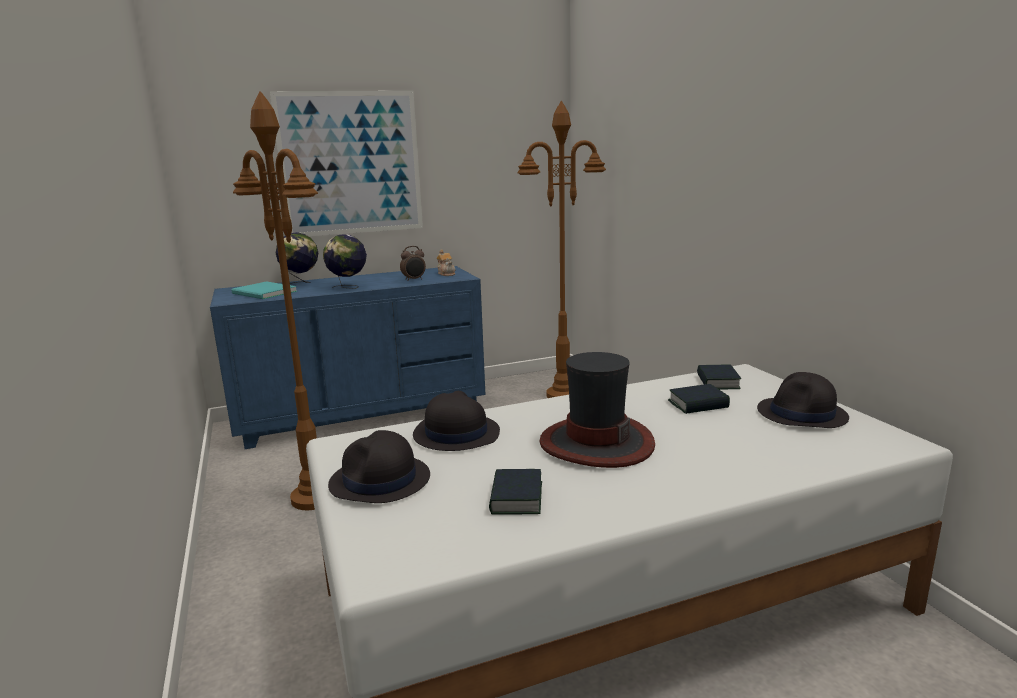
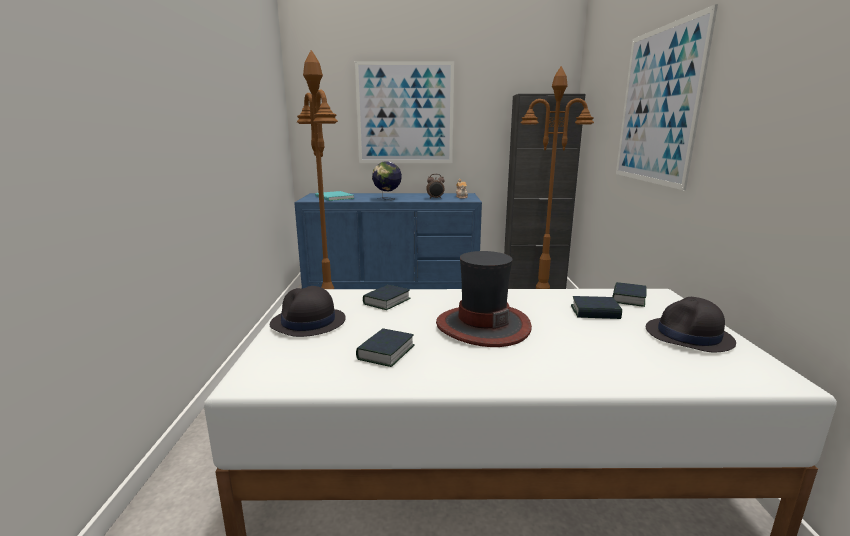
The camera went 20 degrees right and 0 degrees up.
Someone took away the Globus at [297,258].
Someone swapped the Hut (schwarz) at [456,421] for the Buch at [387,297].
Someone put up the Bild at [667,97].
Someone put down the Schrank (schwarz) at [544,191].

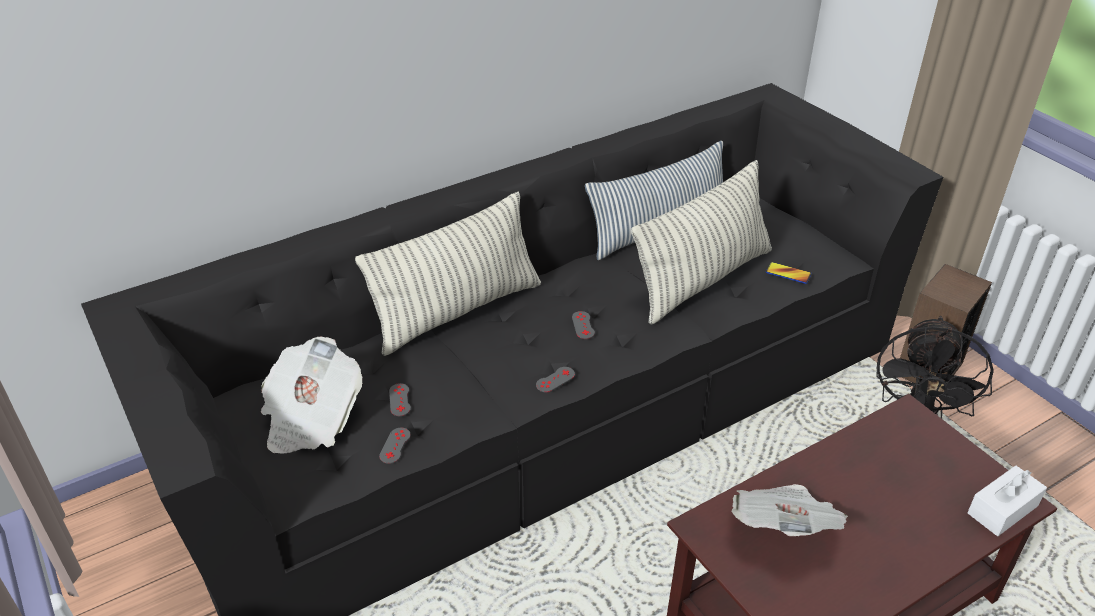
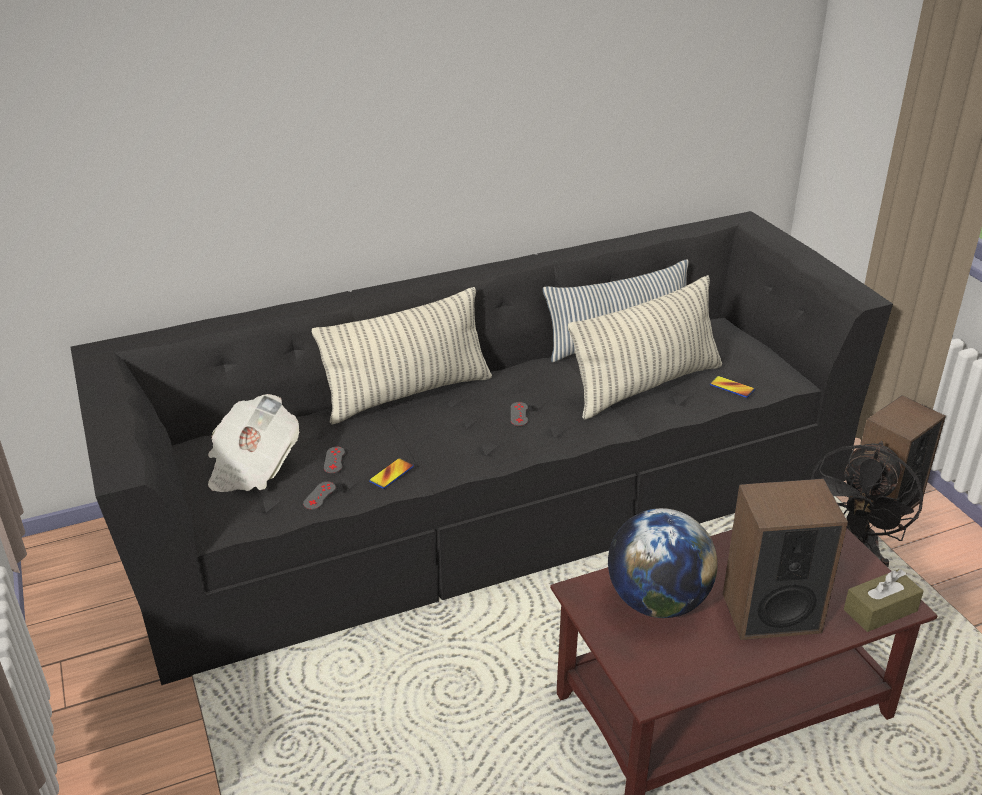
The camera went 10 degrees right and 5 degrees down.
Someone took away the Gamepad (grau) at [555,379].
Someone repainted the Taschentuchbox (weiß) at [1007,501], which became the Taschentuchbox (braun) at [884,600].
Someone swapped the Zeitung at [789,510] for the Globus at [663,563].
Someone put down the Handy at [391,473].
Someone put down the Lautsprecher at [785,559].

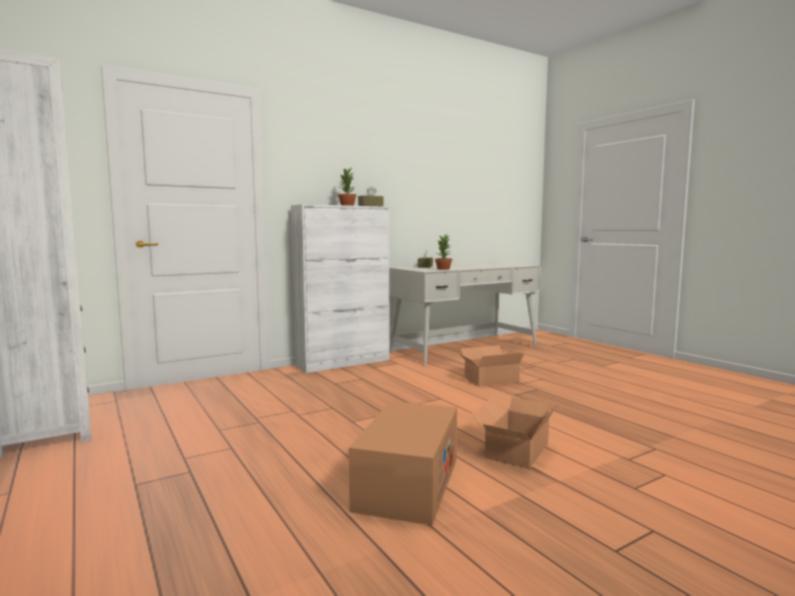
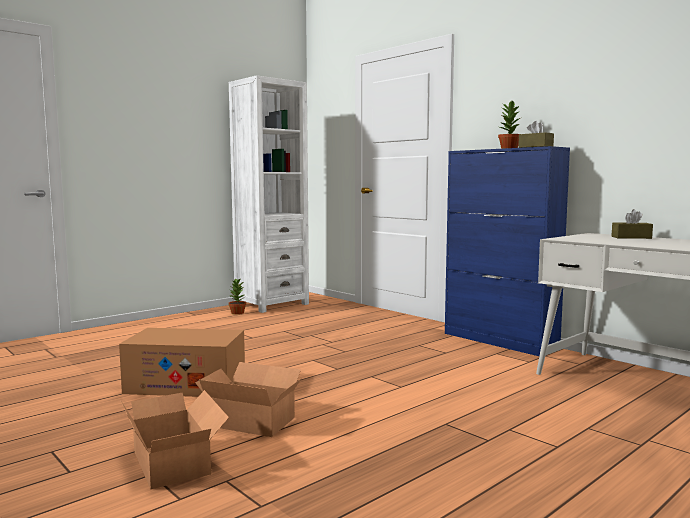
The camera went 80 degrees right and 0 degrees up.
Someone repainted the Schrank (weiß) at [340,288], which became the Schrank (blau) at [507,251].
Someone carried the Topfpflanze from [443,252] to [237,296].
Someone carried the Karton from [492,365] to [174,439].

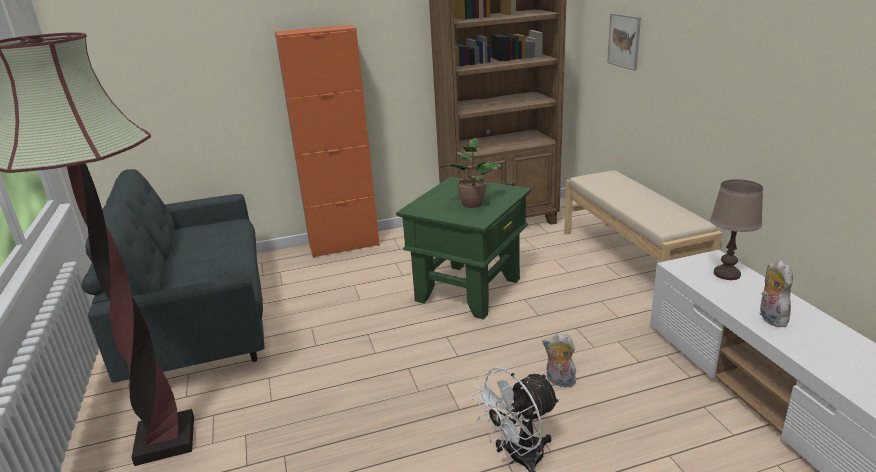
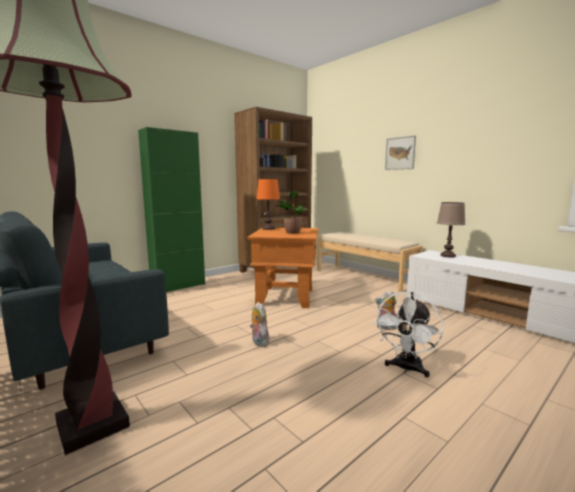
The camera went 25 degrees left and 15 degrees down.
Someone carried the Bild from [624,42] to [400,152].
Someone repainted the Schrank (orange) at [327,141], which became the Schrank (grün) at [171,209].
Someone repainted the Beistelltisch (grün) at [463,248], which became the Beistelltisch (orange) at [282,268].
Someone carried the Plüschtier from [776,293] to [260,324].
Someone put down the Tischlampe (orange) at [268,204].

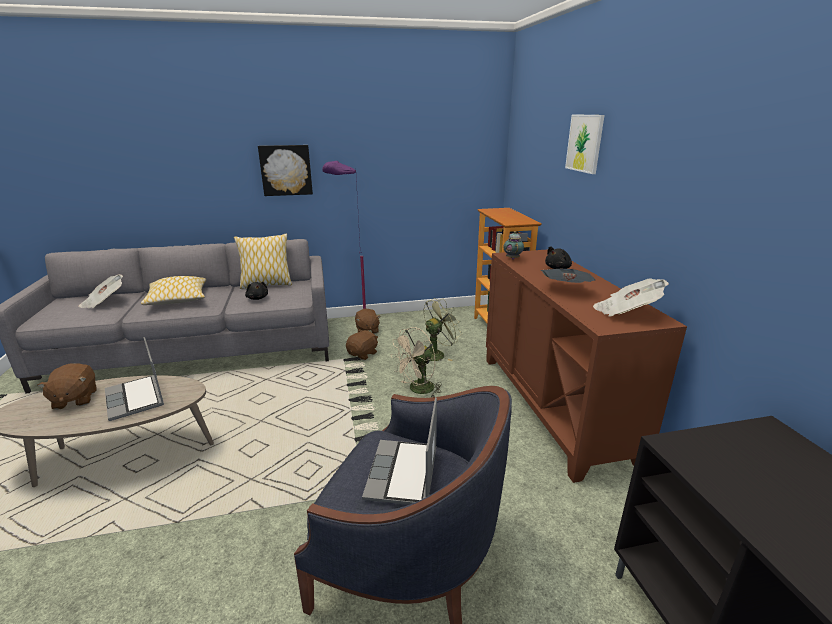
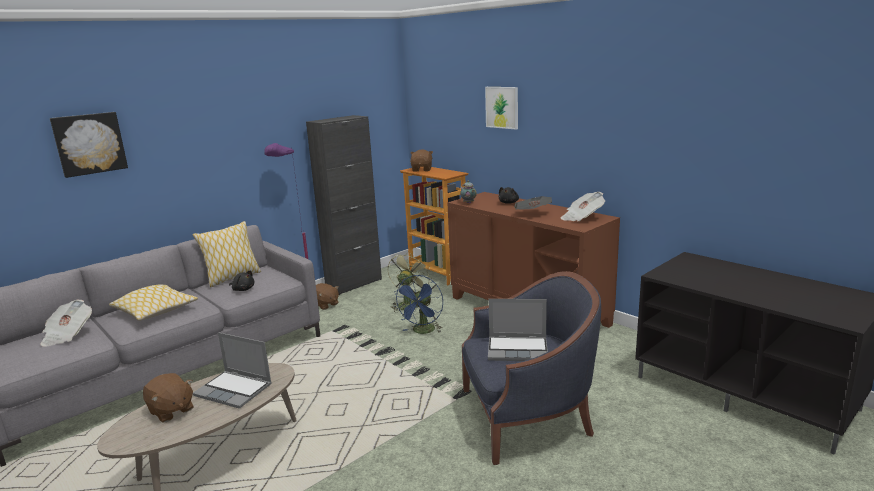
The camera went 30 degrees left and 5 degrees down.
Someone carried the Bild from [285,170] to [89,145].
Someone repainted the Ventilator (beige) at [416,362], which became the Ventilator (blau) at [418,304].
Someone carried the Plüschtier (braun) from [362,345] to [421,160].
Someone rotated the Laptop at [399,451] by 60 degrees counterclockwise.
Someone put down the Schrank (schwarz) at [344,205].

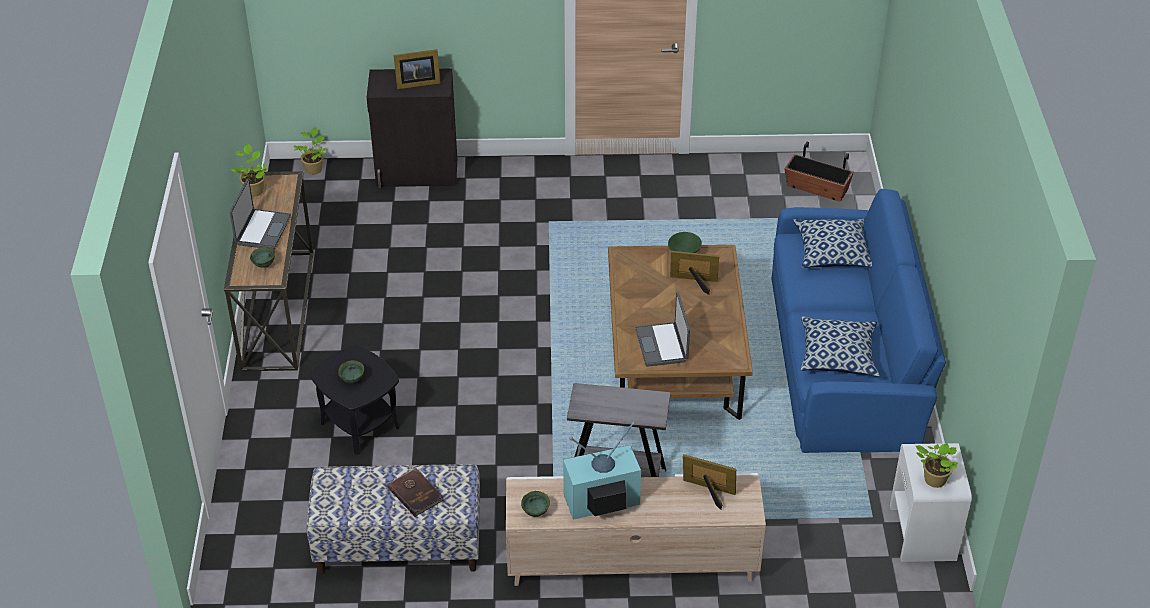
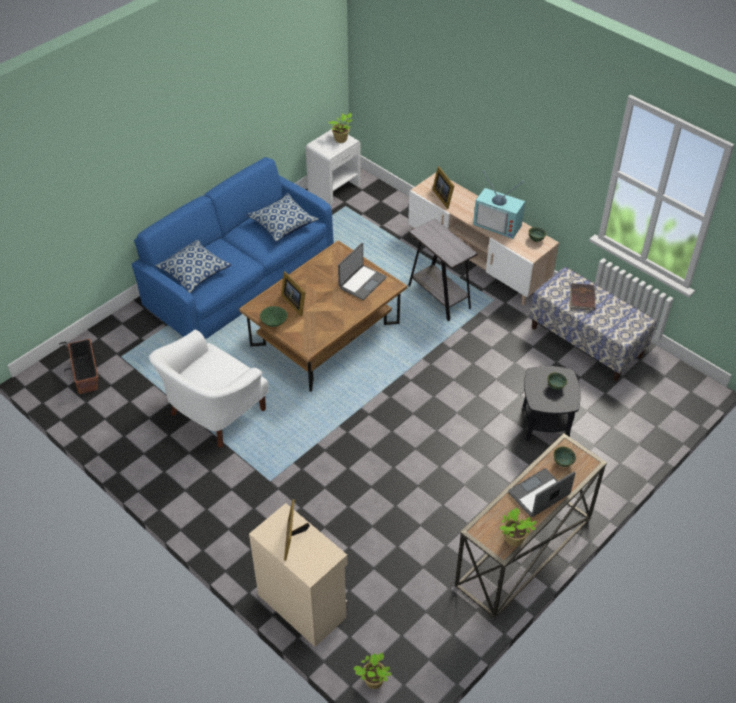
The camera went 135 degrees left and 5 degrees up.
Someone rotated the Bilderrahmen at [417,69] by 120 degrees counterclockwise.
Someone repainted the Schrank (schwarz) at [412,128], which became the Schrank (beige) at [298,575].
Someone put down the Sessel (weiß) at [209,388].

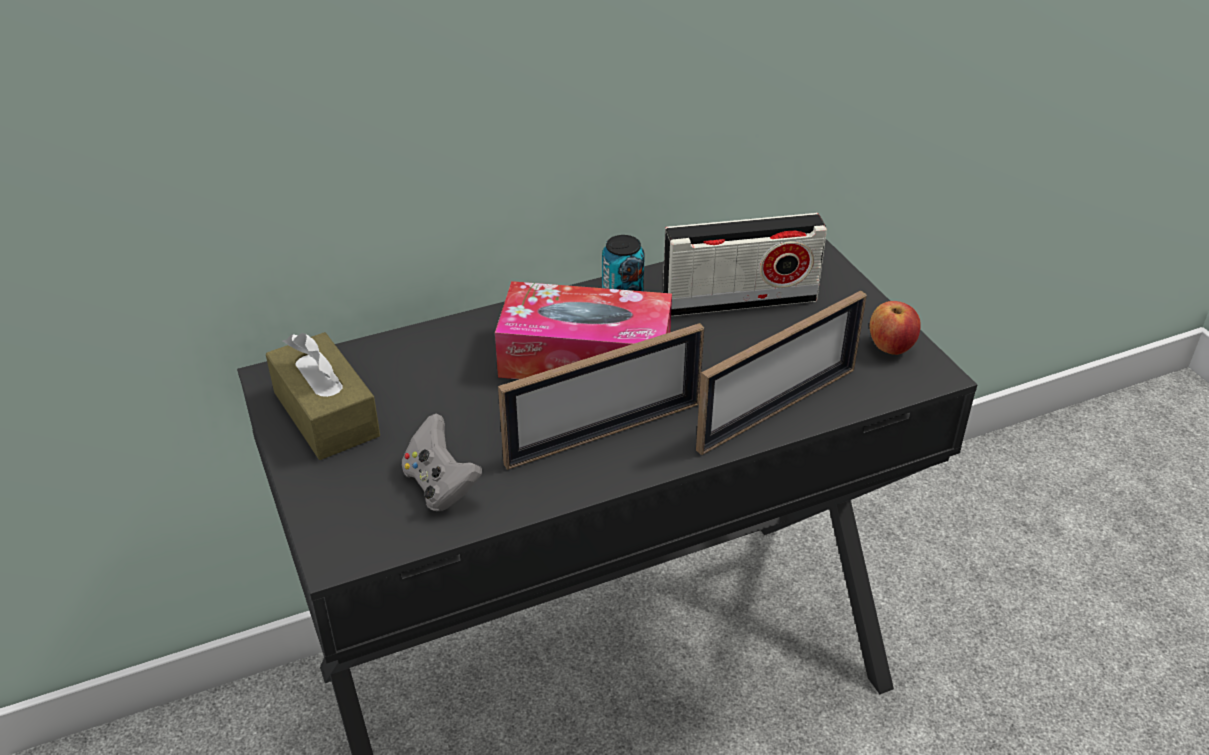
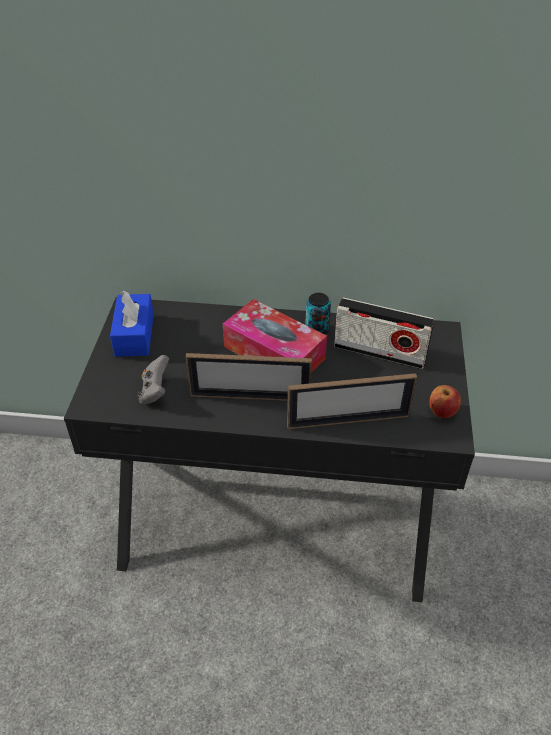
The camera went 30 degrees right and 5 degrees up.
Someone repainted the Taschentuchbox (braun) at [323,396], which became the Taschentuchbox (blau) at [132,324].

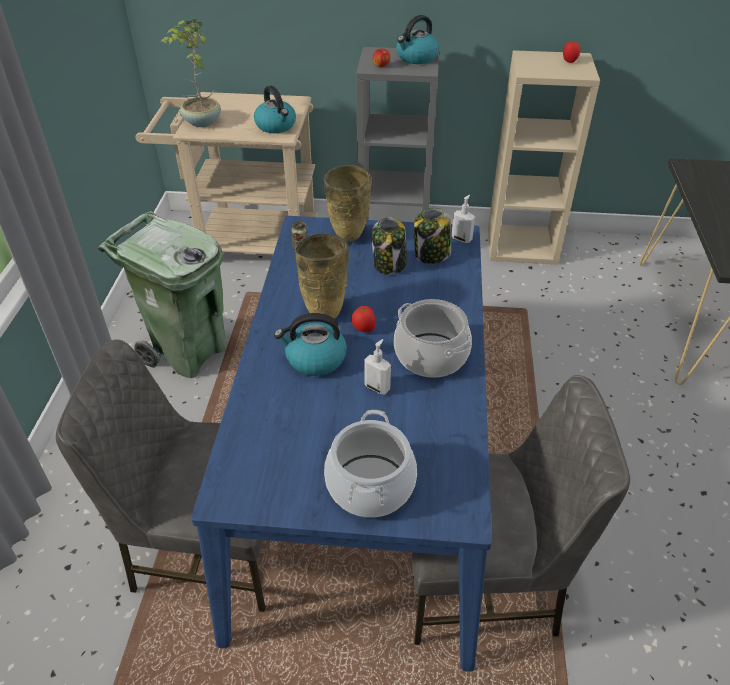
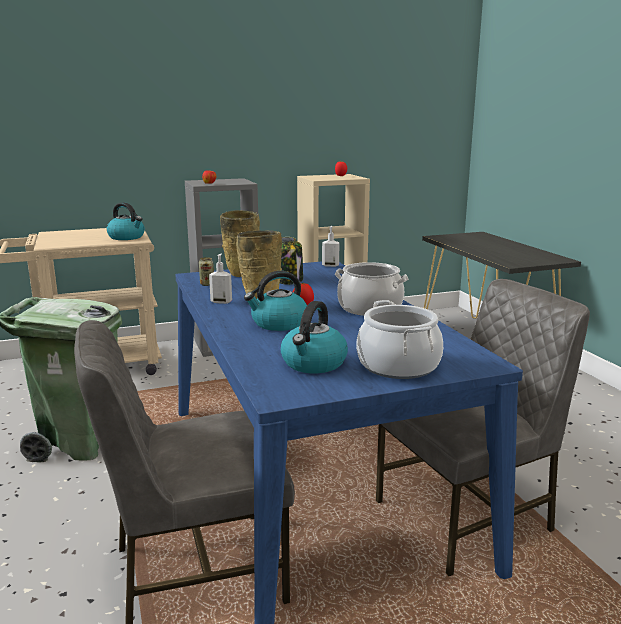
The camera went 25 degrees left and 25 degrees down.
Someone carried the Wasserkessel from [417,39] to [314,337].
Someone took away the Topfpflanze at [191,73].
Someone took away the Vorratsglas at [432,236].
Someone carried the Seifenspender from [377,367] to [220,278].

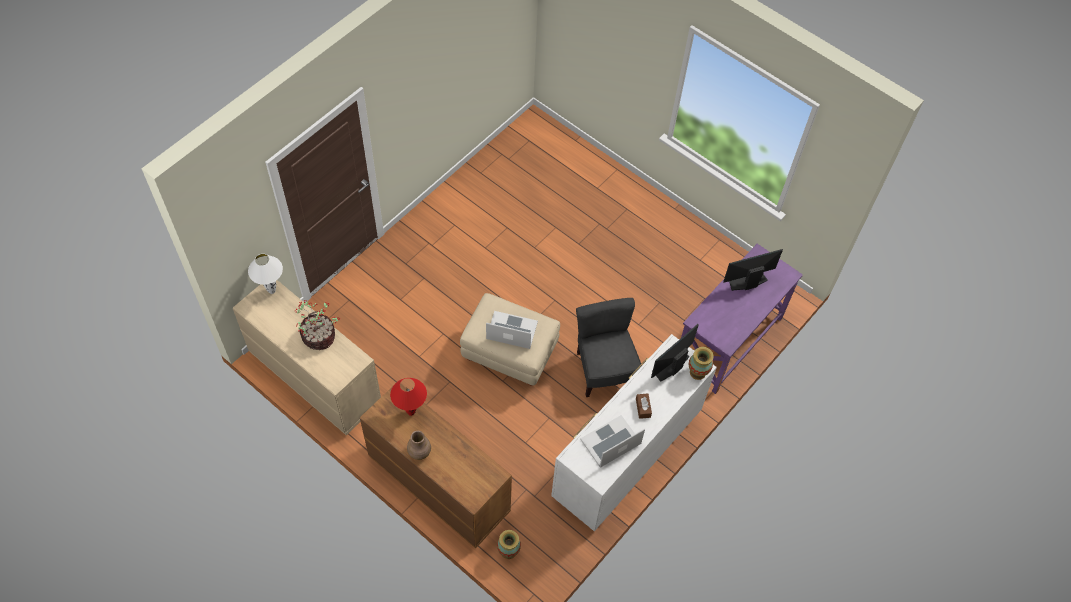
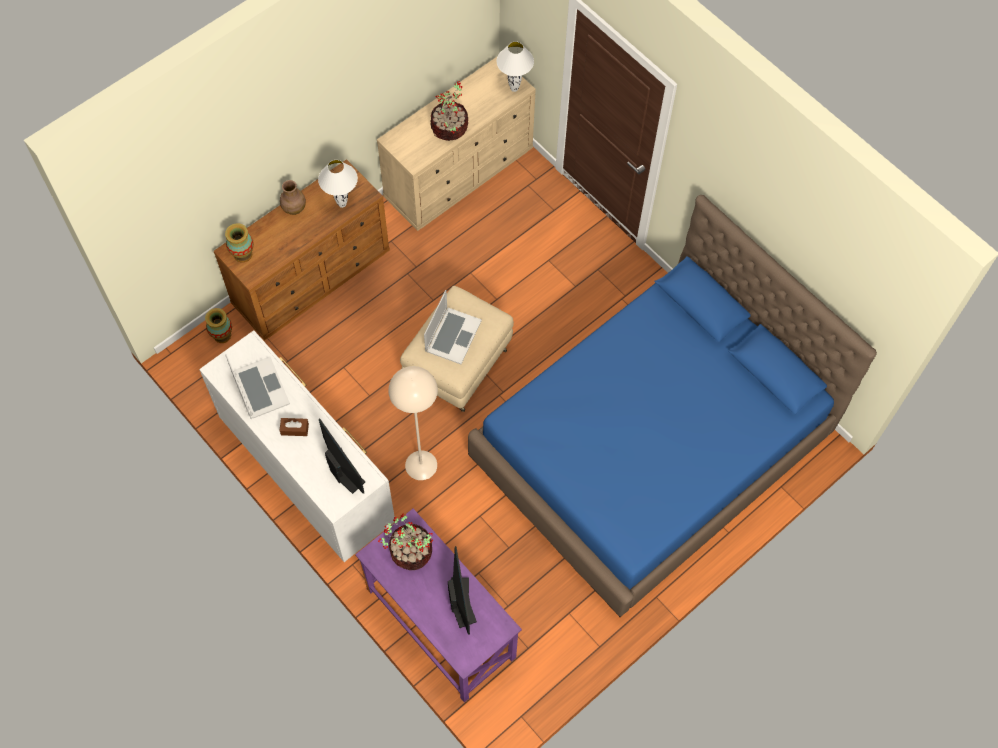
The camera went 100 degrees right and 5 degrees up.
Someone swapped the Stuhl (grau) at [608,347] for the Stehlampe (beige) at [413,423].
Someone carried the Vase from [701,363] to [239,243].
Someone repainted the Tischlampe (rot) at [408,397], which became the Tischlampe (weiß) at [338,184].
Someone put down the Bett (blau) at [672,406].
Someone put down the Topfpflanze at [405,542].

